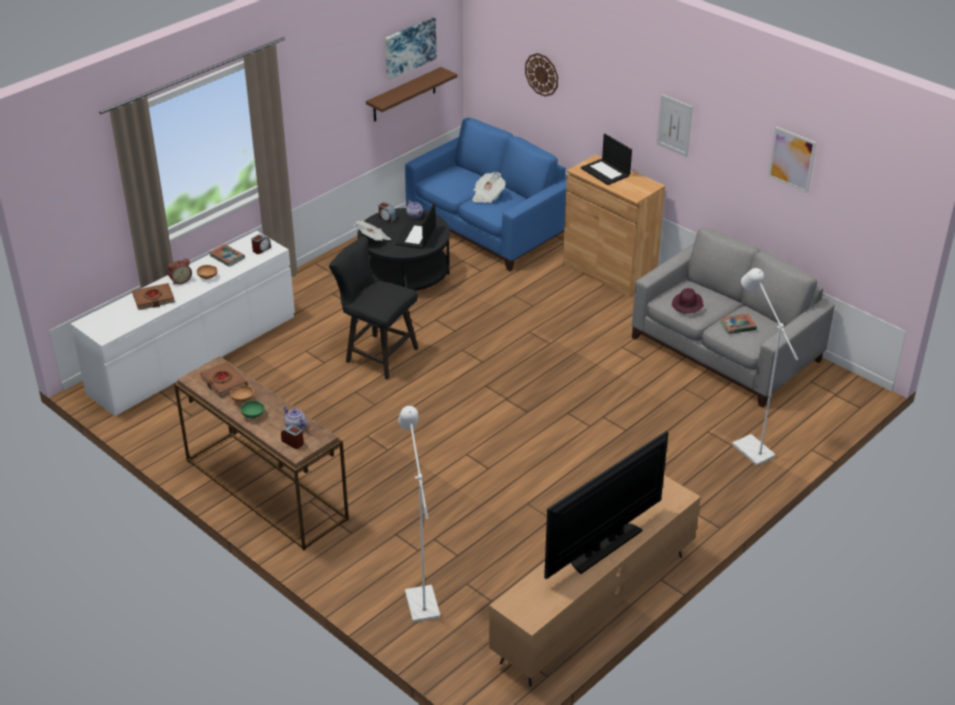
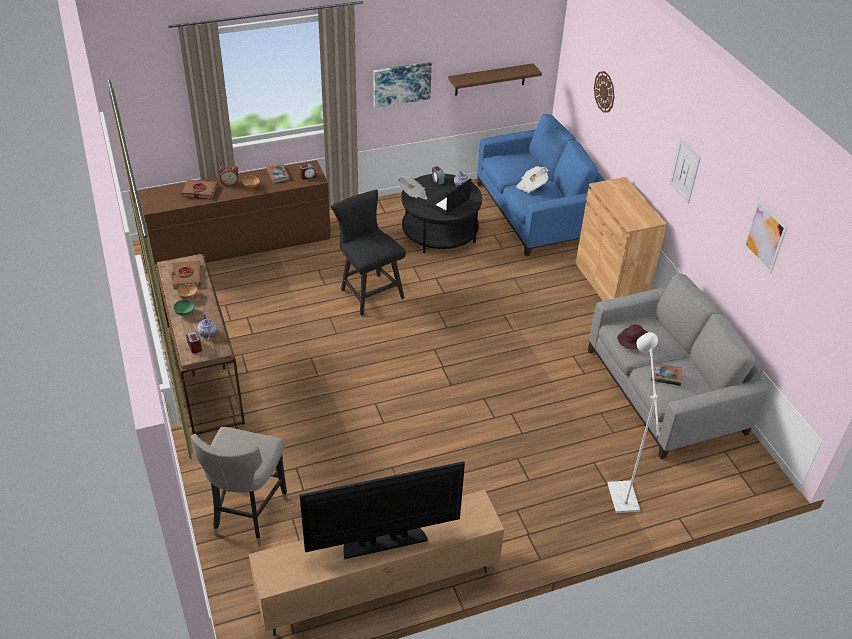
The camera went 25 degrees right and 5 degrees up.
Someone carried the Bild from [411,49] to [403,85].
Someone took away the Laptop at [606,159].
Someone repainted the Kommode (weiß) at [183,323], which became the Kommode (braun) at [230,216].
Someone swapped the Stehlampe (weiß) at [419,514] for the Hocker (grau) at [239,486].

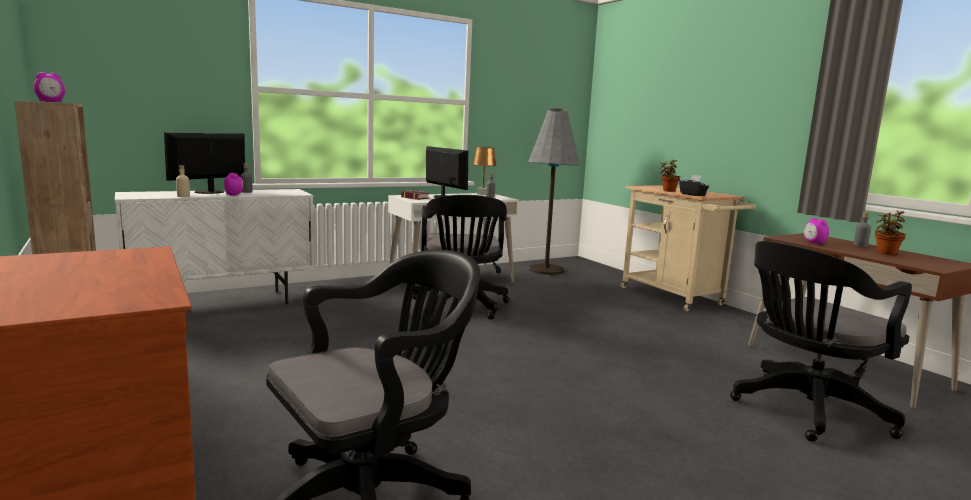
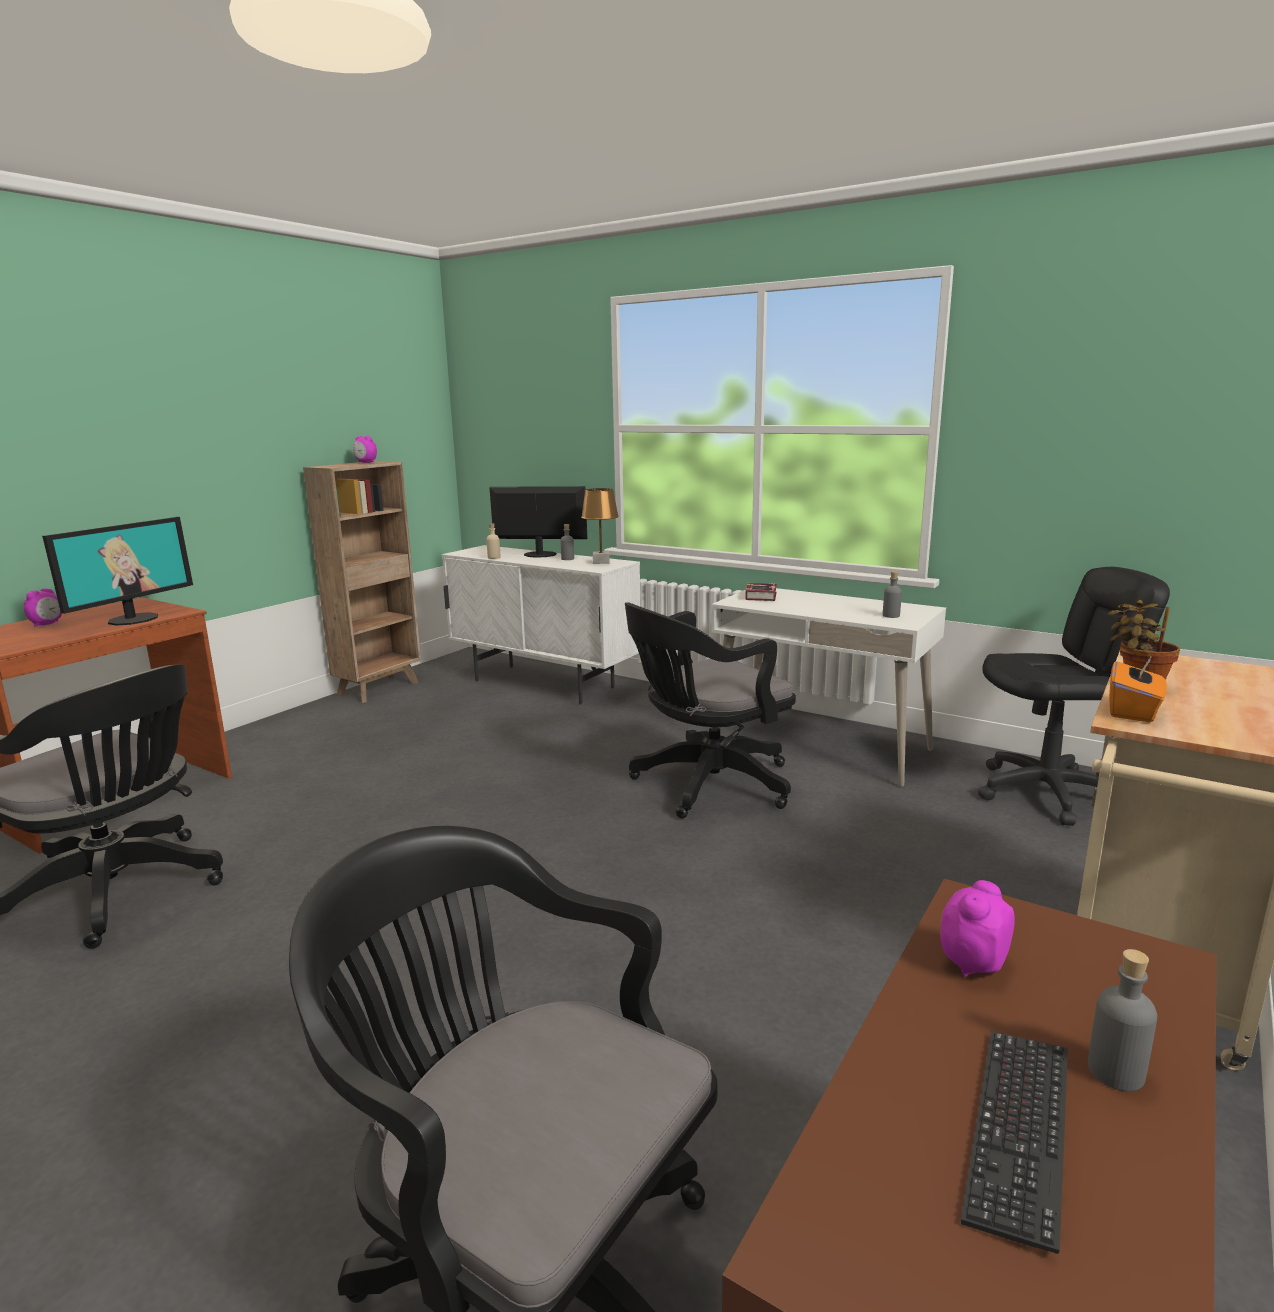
The camera went 65 degrees right and 5 degrees up.
Someone swapped the Stehlampe (grau) at [554,191] for the Bürostuhl (schwarz) at [1074,696].
Someone carried the Monitor from [447,172] to [117,571].
Someone carried the Tischlampe (braun) from [484,171] to [600,526].
Someone carried the Wecker from [233,184] to [43,607].
Someone repainted the Taschentuchbox (schwarz) at [694,185], which became the Taschentuchbox (orange) at [1138,688].
Someone swapped the Topfpflanze at [890,232] for the Tastatur at [1014,1143].

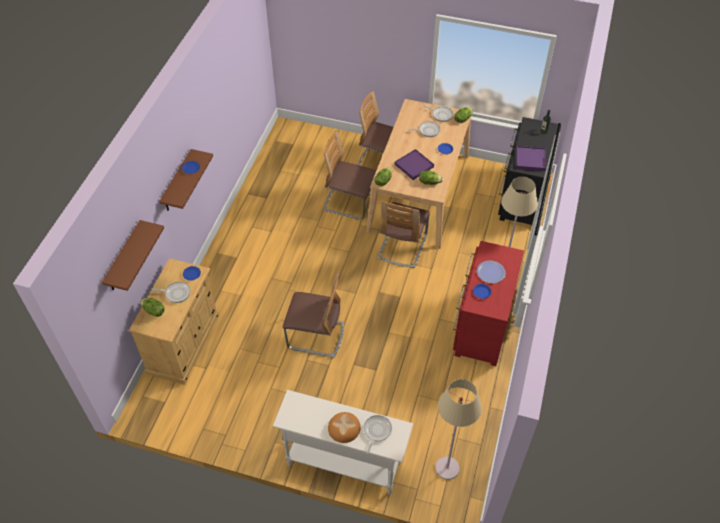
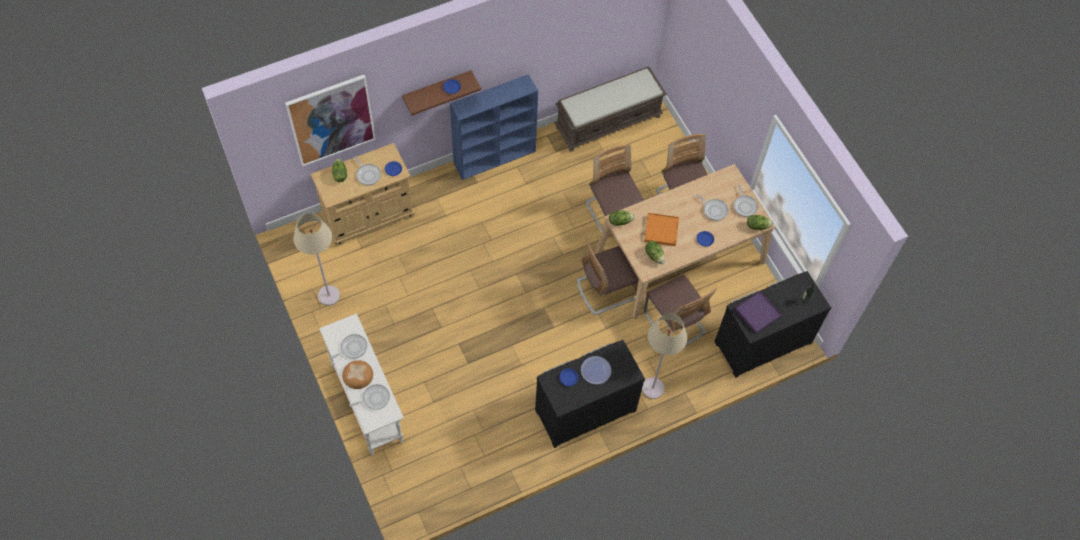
The camera went 45 degrees right and 10 degrees up.
Someone repainted the Tablett (lila) at [414,164], which became the Tablett (orange) at [661,229].
Someone swapped the Wandregal (braun) at [133,255] for the Bild at [330,120].
Someone repainted the Kommode (rot) at [488,303], which became the Kommode (schwarz) at [590,394].
Someone carried the Stuhl from [313,314] to [680,310].
Someone carried the Stehlampe (beige) from [458,429] to [316,259].
Someone put down the Bank (braun) at [610,109].
Someone put down the Bücherregal (blau) at [494,127].
Someone put down the Pfanne at [348,347].

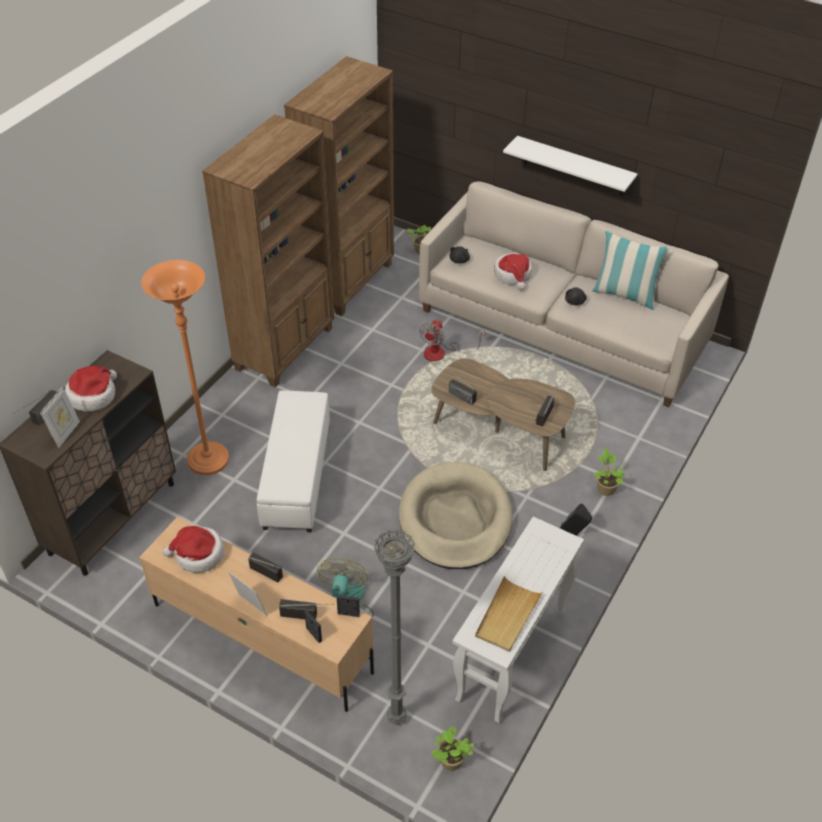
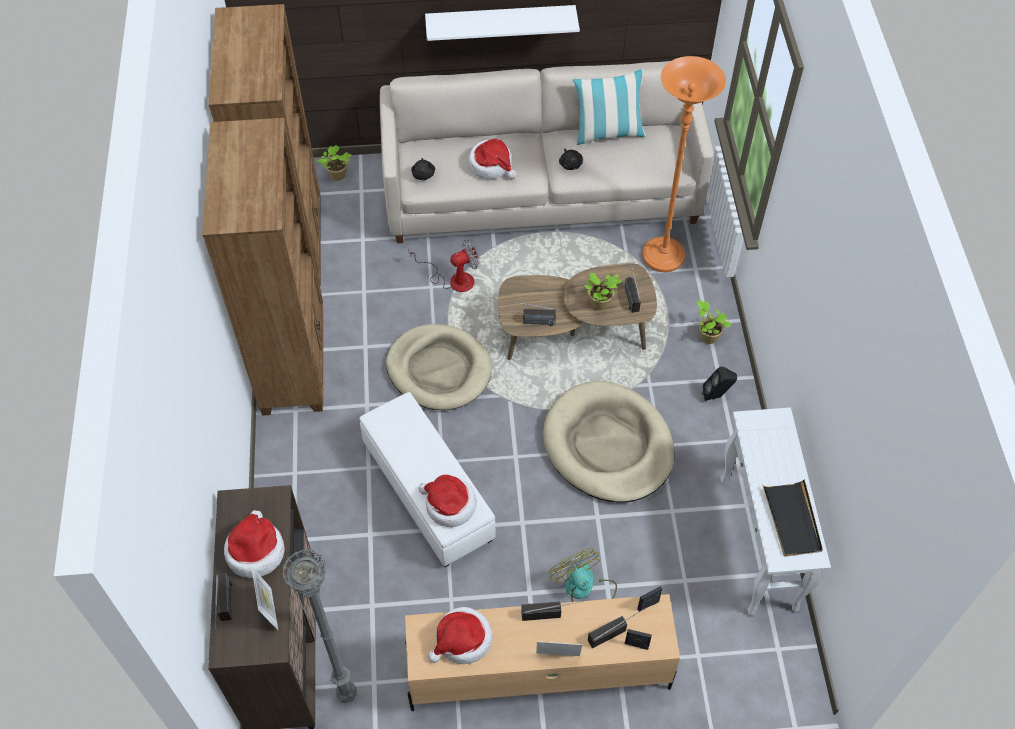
The camera went 35 degrees left and 10 degrees up.
Someone carried the Stehlampe (orange) from [185,367] to [684,164].
Someone rotated the Ventilator at [452,340] by 105 degrees counterclockwise.
Someone carried the Stehlampe (grau) from [394,627] to [319,626].
Someone repainted the Tablett (beige) at [509,614], which became the Tablett (schwarz) at [793,518].
Someone carried the Topfpflanze from [452,748] to [603,291].
Someone put down the Hundebett (beige) at [439,367].
Someone put down the Hut at [447,501].

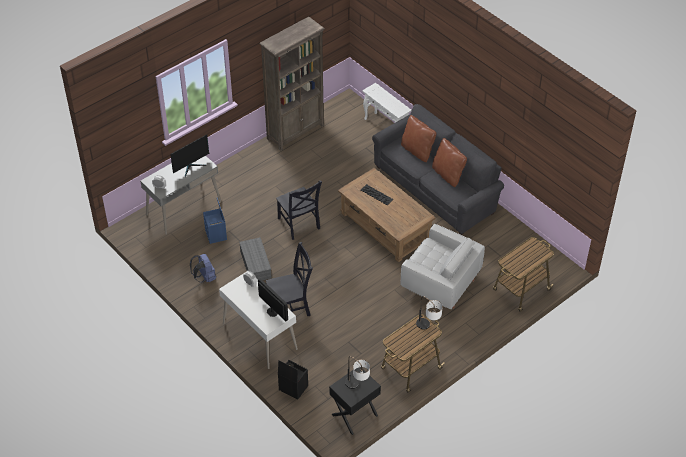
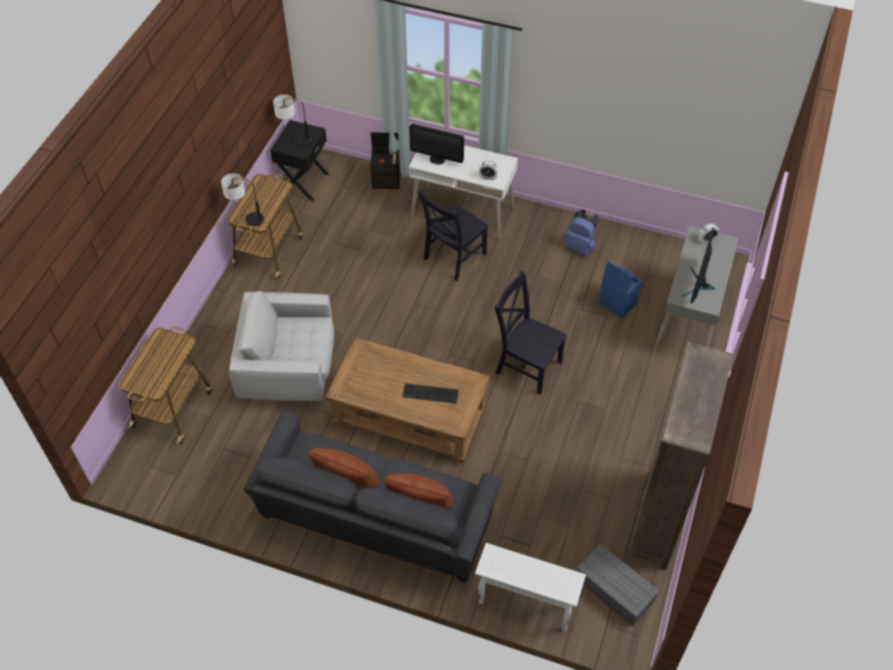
The camera went 150 degrees right and 5 degrees up.
Someone carried the Aufbewahrungsbox (grau) from [255,258] to [617,585].

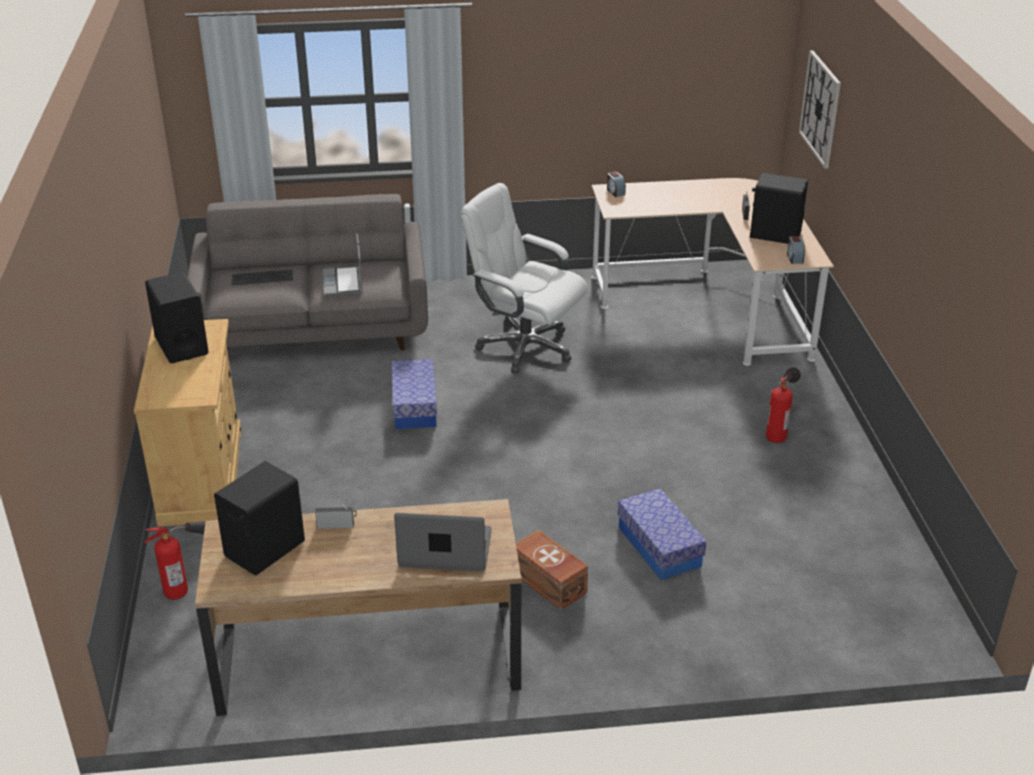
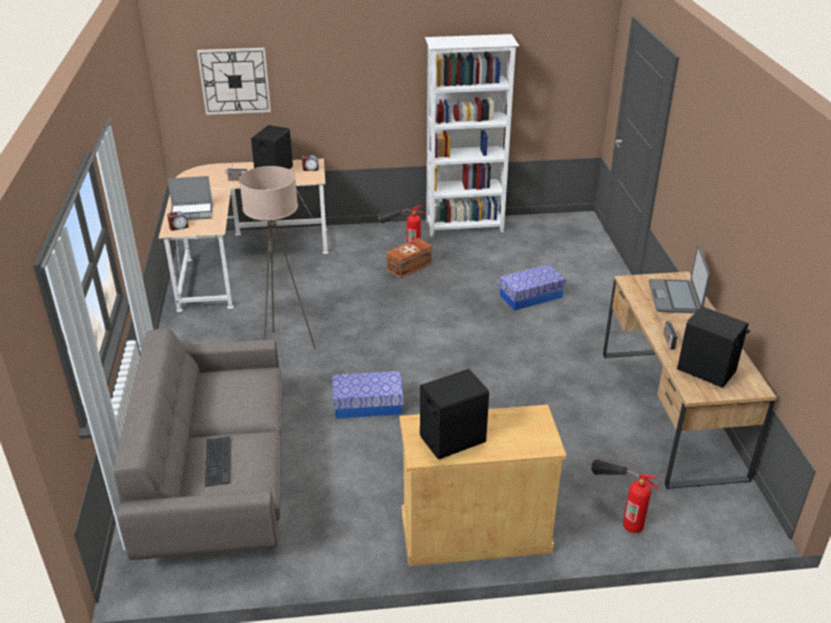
The camera went 90 degrees left and 0 degrees up.
Someone swapped the Bürostuhl (weiß) at [524,278] for the Stehlampe (beige) at [277,257].
Someone carried the Laptop from [343,265] to [190,198].
Someone carried the Aufbewahrungsbox (braun) from [552,570] to [409,258].
Someone put down the Bücherregal (weiß) at [472,135].

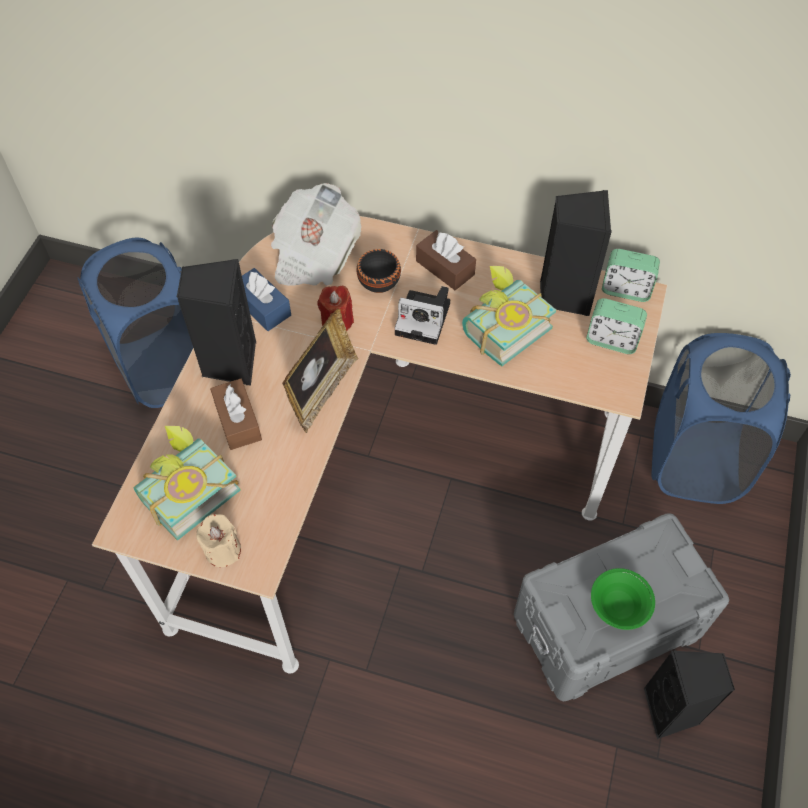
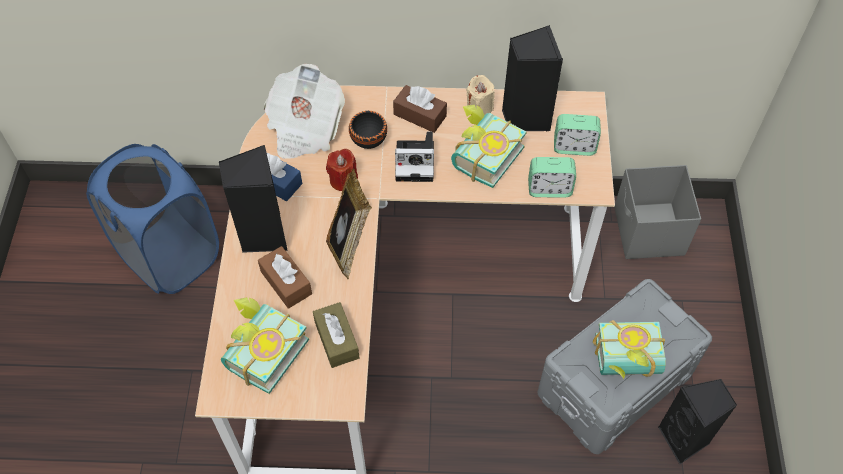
The camera went 15 degrees left and 0 degrees up.
Someone carried the Wecker from [631,275] to [552,177].
Someone swapped the Wäschekorb (blau) at [721,418] for the Aufbewahrungsbox (grau) at [657,212].
Someone carried the Kerze (beige) from [218,540] to [480,95].
Someone swapped the Schüssel (grün) at [623,599] for the Buch at [629,349].
Someone put down the Taschentuchbox (braun) at [336,335].

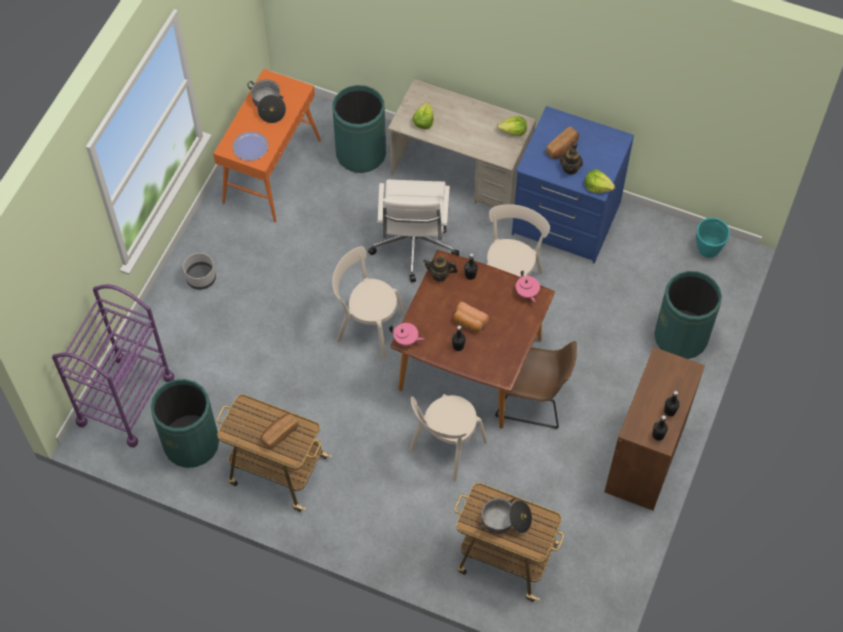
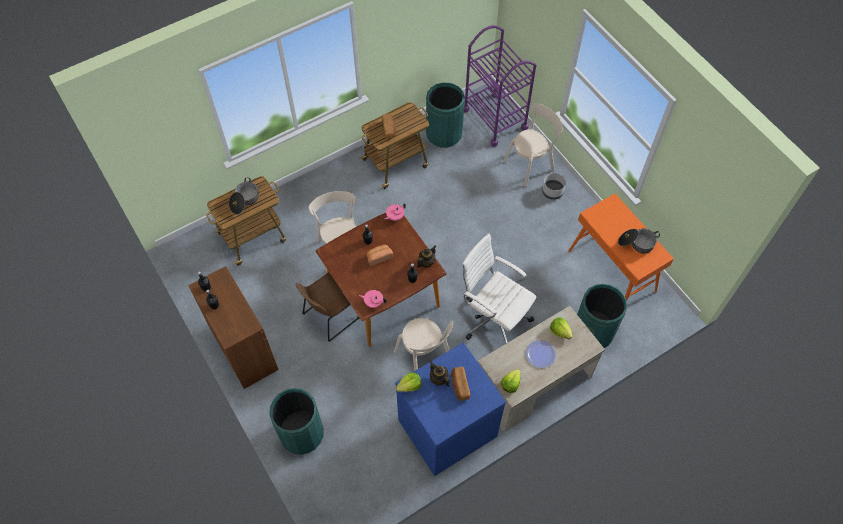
The camera went 125 degrees right and 0 degrees up.
Someone carried the Teller from [250,146] to [541,354].
Someone took away the Pflanzkübel (türkis) at [713,238].
Someone carried the Stuhl (beige) from [369,302] to [533,145].

